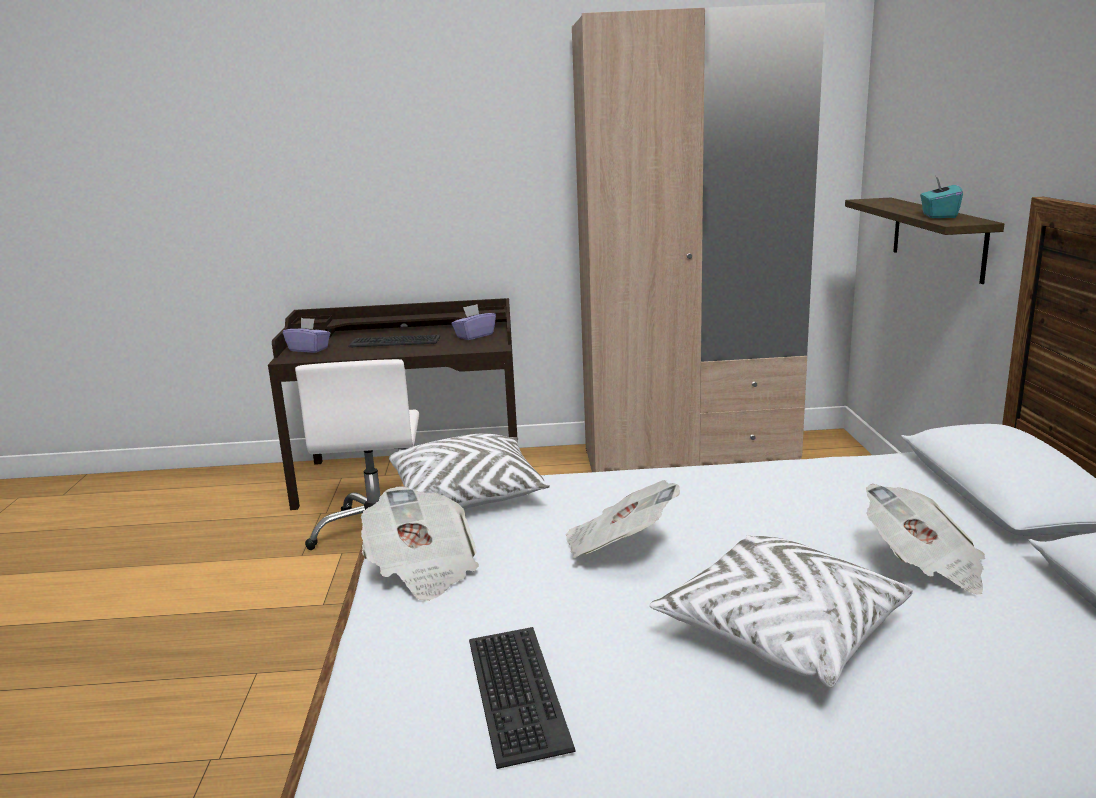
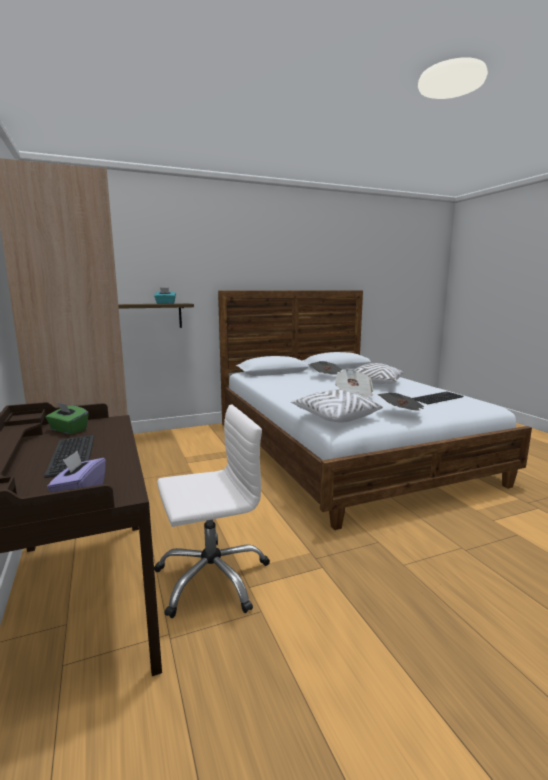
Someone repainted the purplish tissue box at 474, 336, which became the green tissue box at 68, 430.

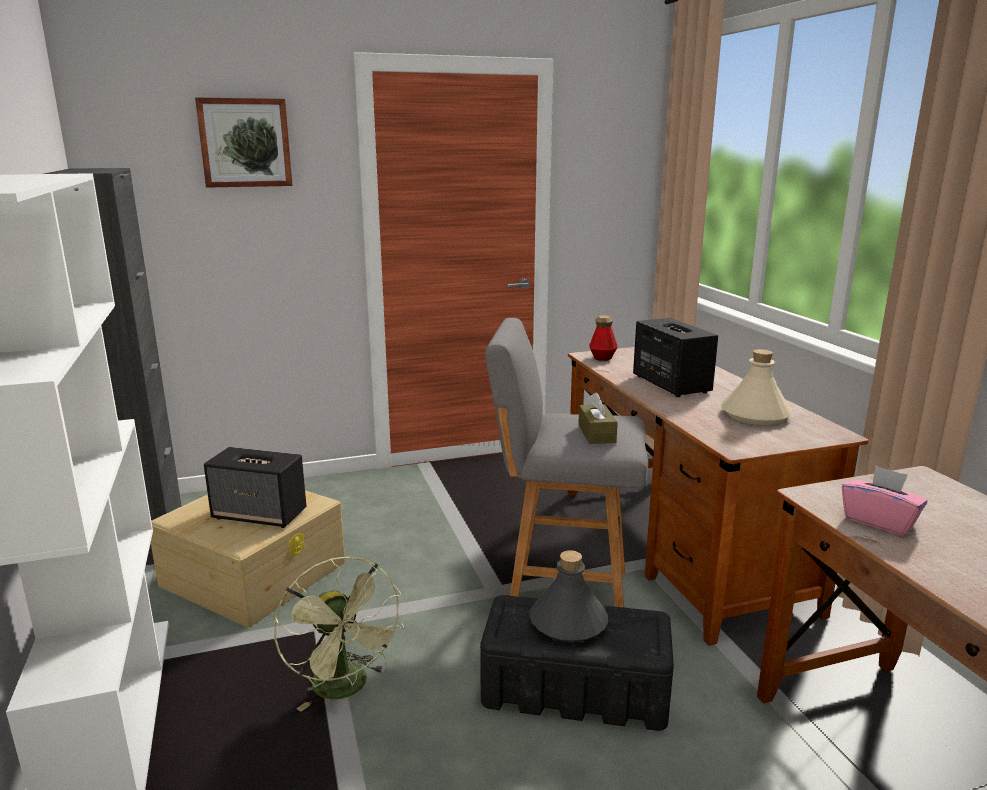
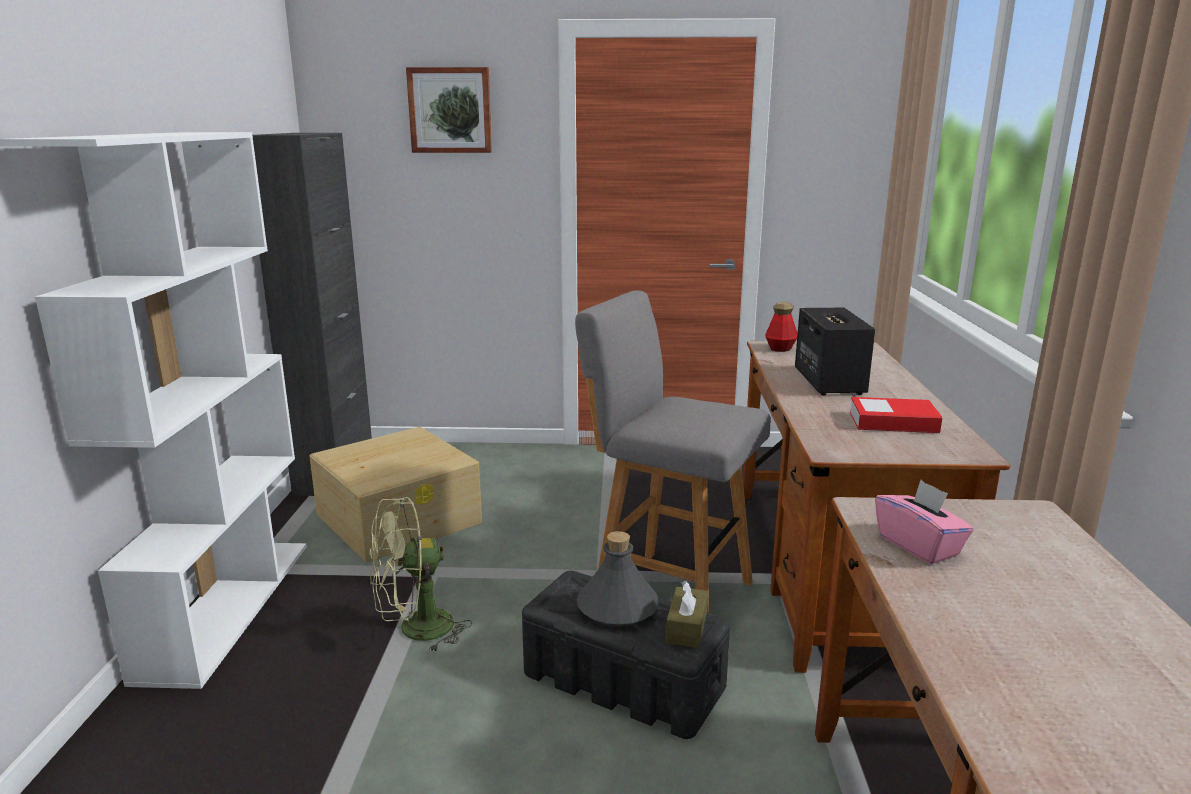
Someone took away the speaker at 260, 514.
Someone rotated the green fan at 346, 689 by 75 degrees clockwise.
Someone carried the brown tissue box from 596, 433 to 686, 627.
Someone swapped the beige beverage bottle at 754, 415 for the bound book at 893, 422.

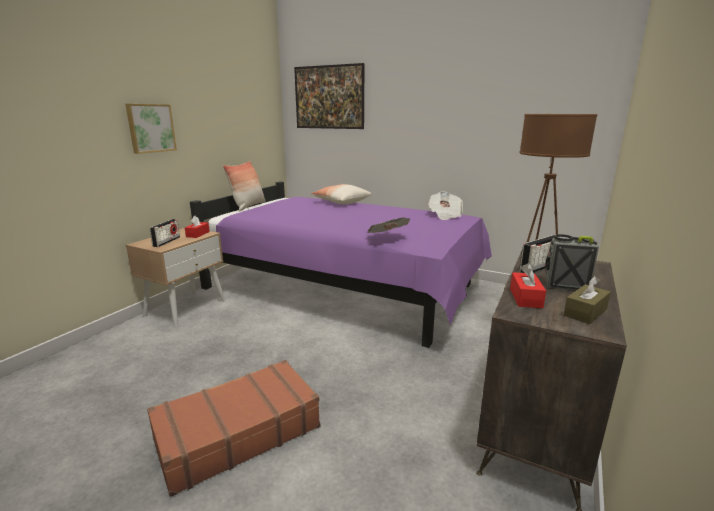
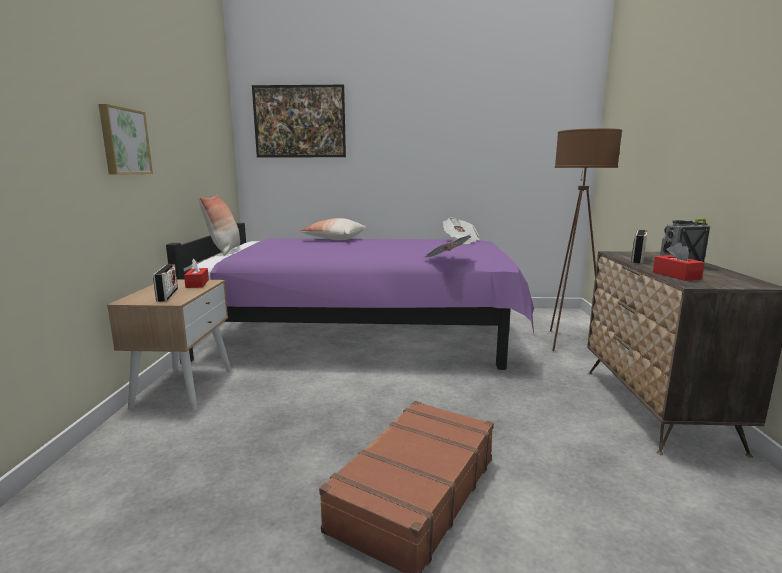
Someone took away the brown tissue box at 585, 312.

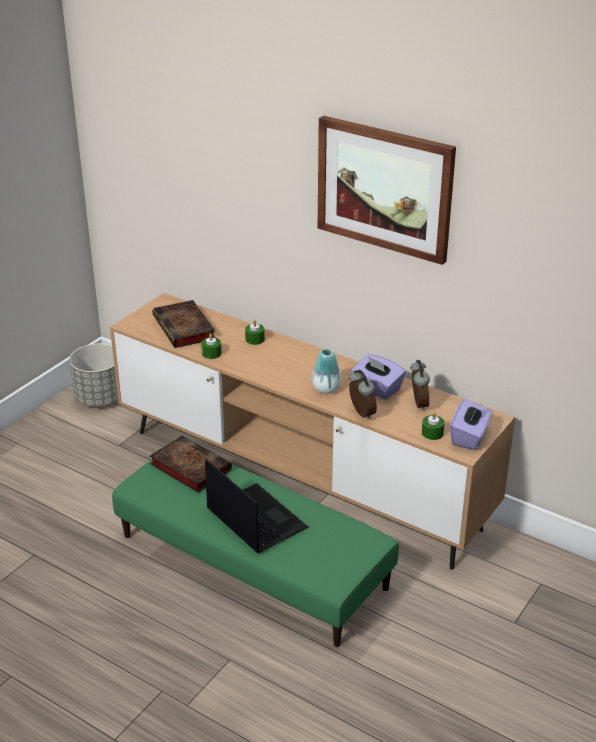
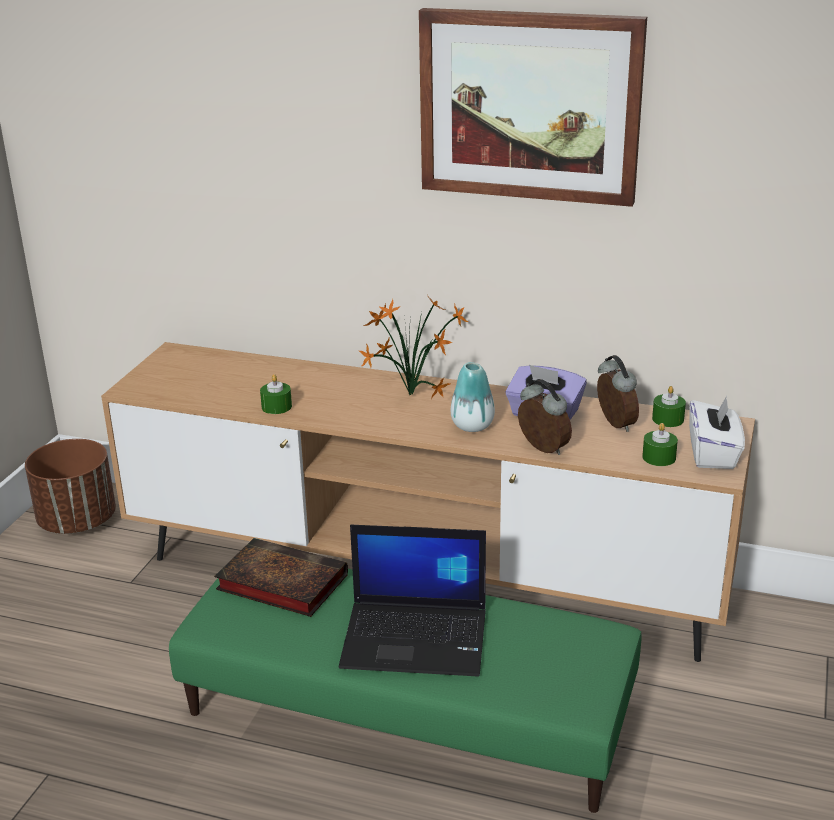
Someone repainted the greyish flower pot at 101, 398, which became the brown flower pot at 78, 521.
Someone took away the bound book at 185, 329.
Someone rotated the notebook computer at 254, 519 by 150 degrees clockwise.
Someone carried the green wax light from 255, 339 to 668, 419.
Someone repainted the purplish tissue box at 469, 437, which became the white-coloured tissue box at 713, 454.
Someone put down the plant in a pot at 409, 394.

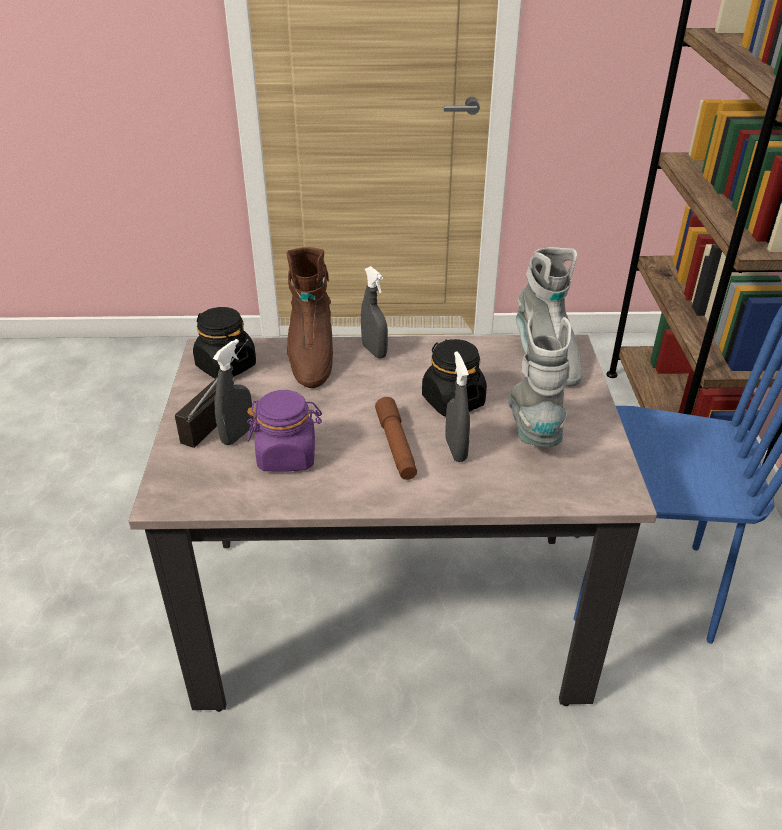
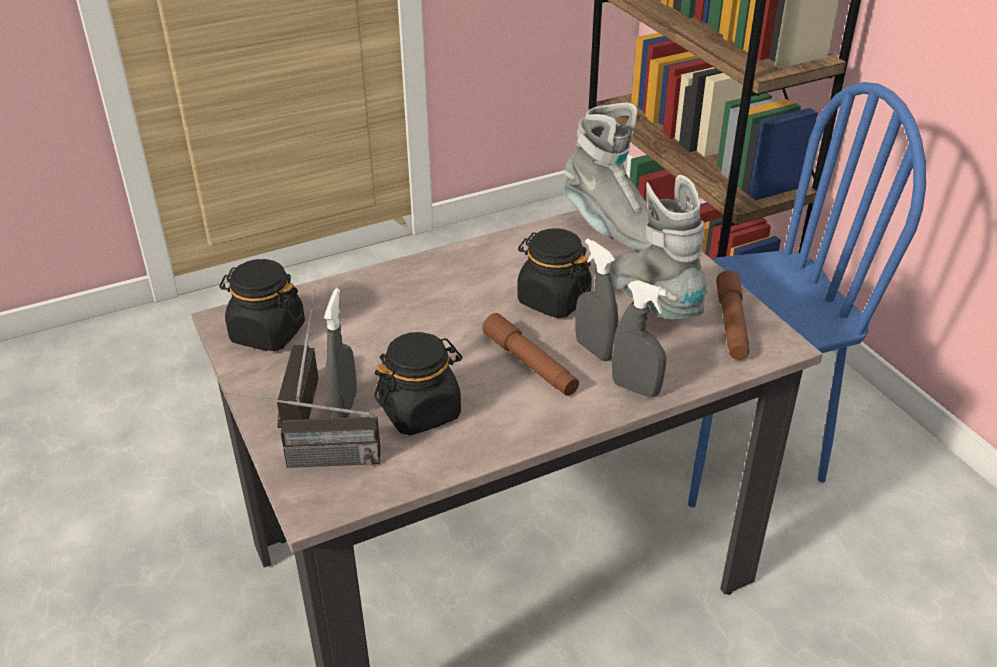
Someone repainted the purplish jar at 287, 456, which became the black jar at 420, 411.
Someone took away the brown high-top boot at 310, 357.
Someone carried the greyish hand sprayer from 374, 351 to 635, 388.
Someone put down the radio receiver at 308, 461.
Someone put down the brown torch at 731, 324.

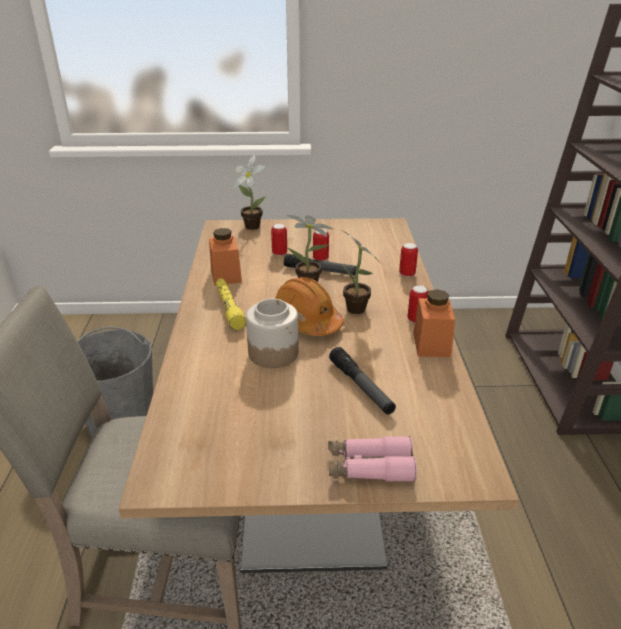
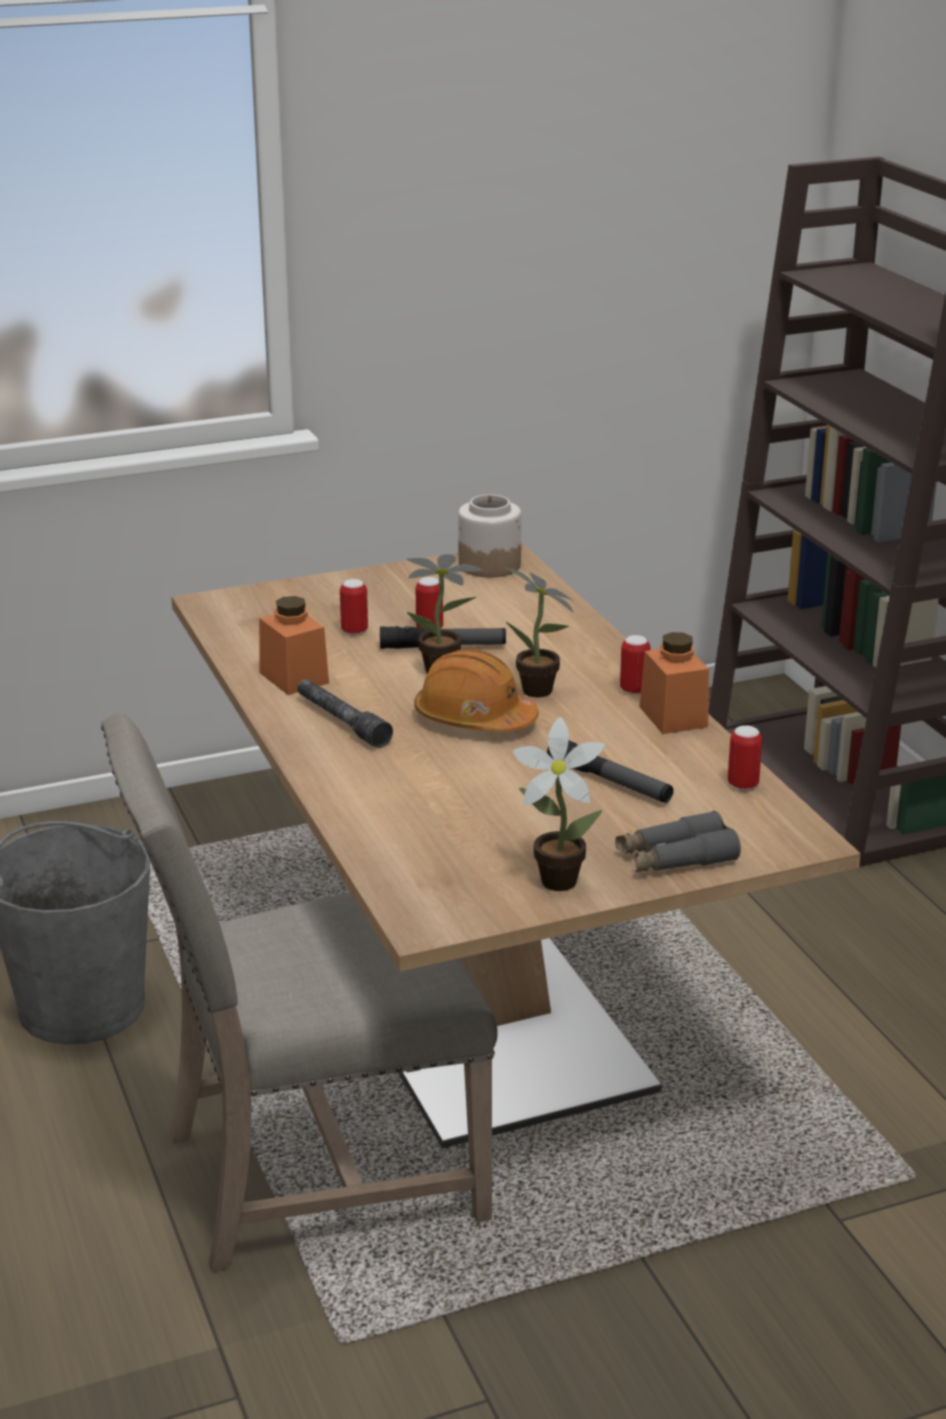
Someone repainted the yellow torch at 229, 308, which became the greyish torch at 342, 722.
Someone carried the plant in a pot from 251, 225 to 553, 879.
Someone carried the jar from 273, 353 to 489, 565.
Someone repainted the pink binoculars at 370, 467, which became the greyish binoculars at 675, 858.
Someone carried the metal can from 407, 274 to 742, 784.

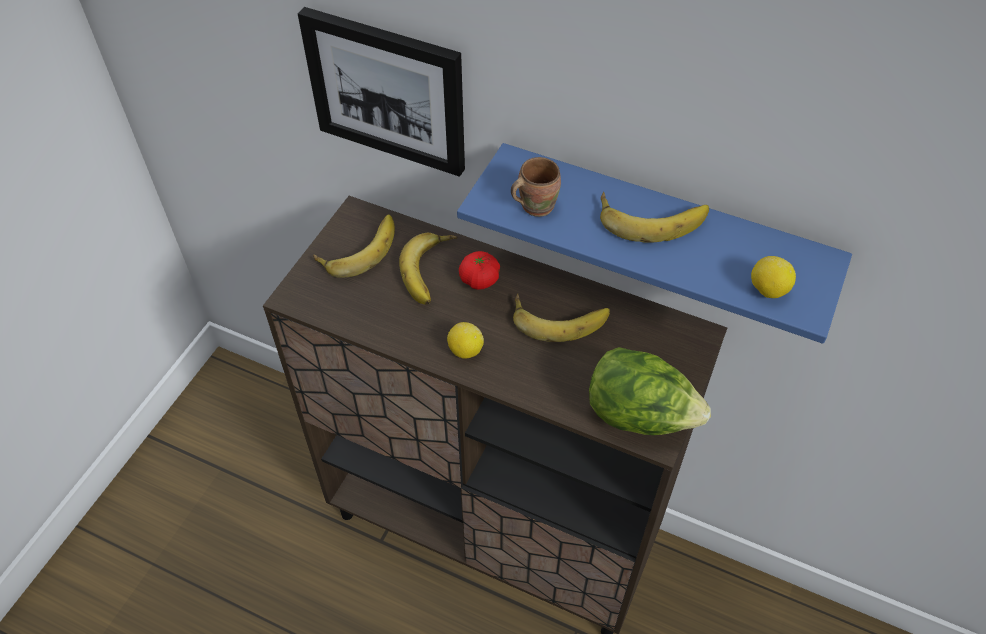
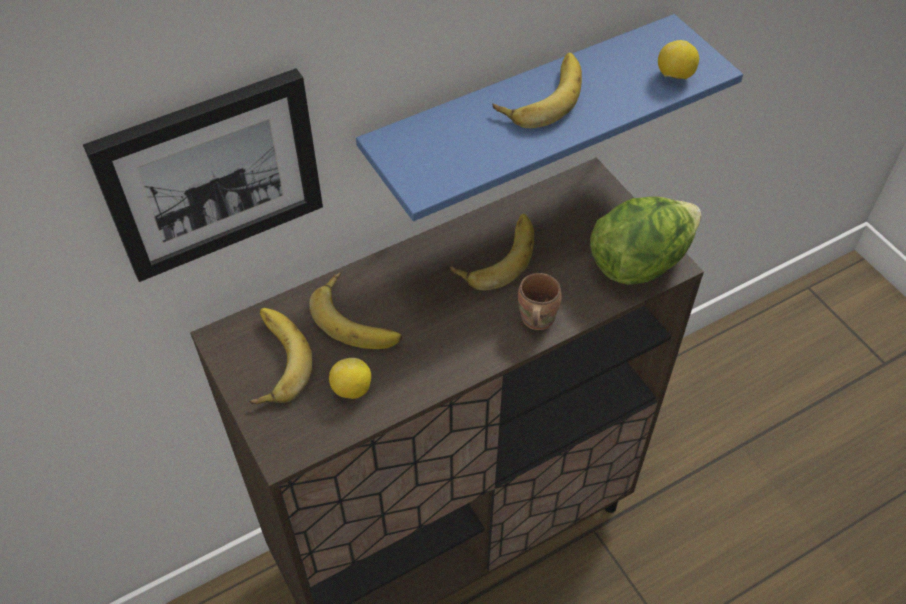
Someone carried the whole lemon from 465, 350 to 351, 389.
Someone took away the whole tomato at 479, 280.
Someone carried the brown mug from 534, 205 to 535, 319.

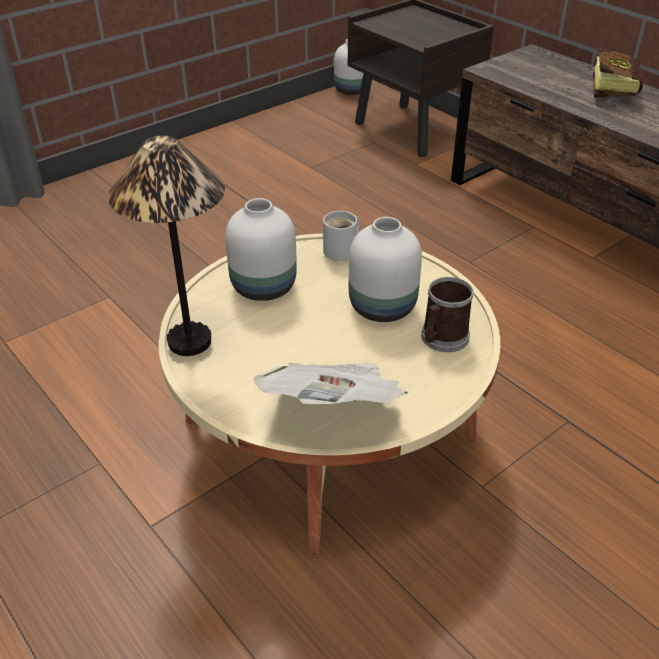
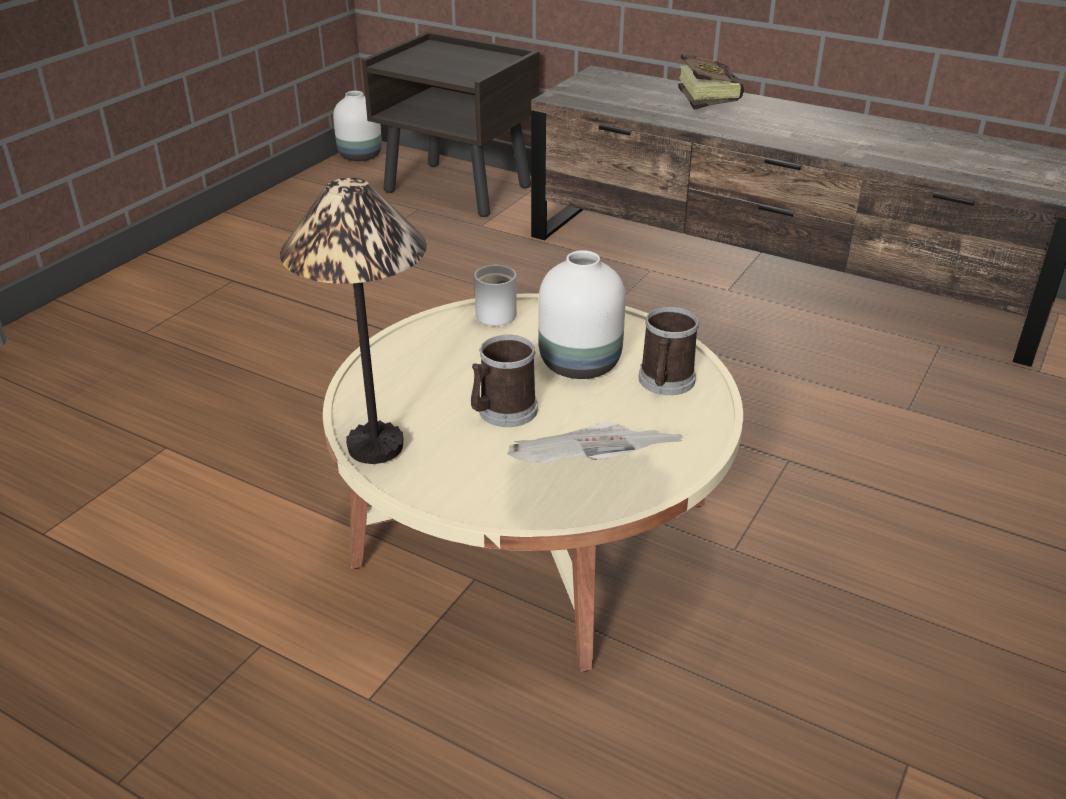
Someone took away the white-coloured vase at 263, 288.
Someone put down the mug at 502, 412.

